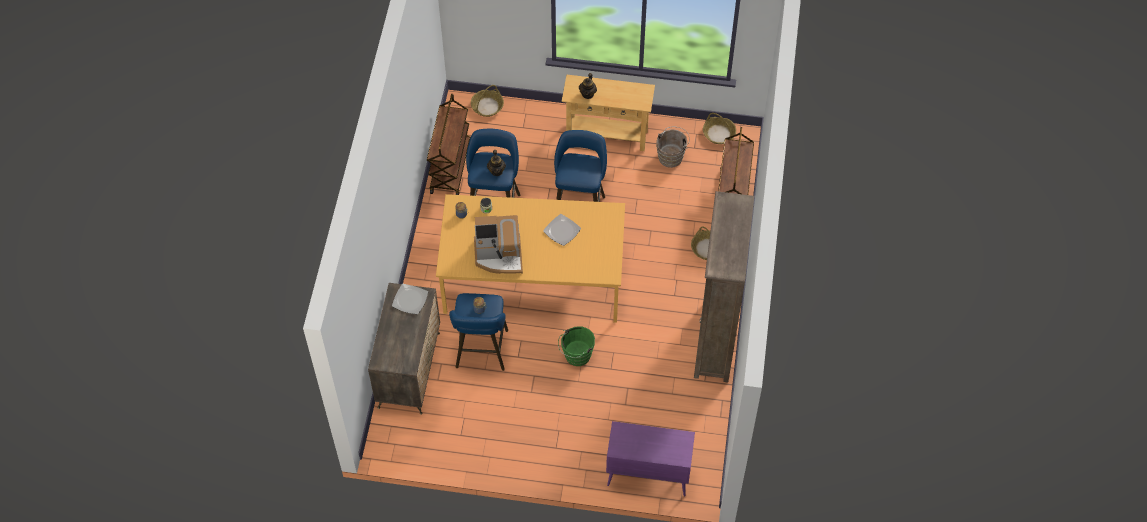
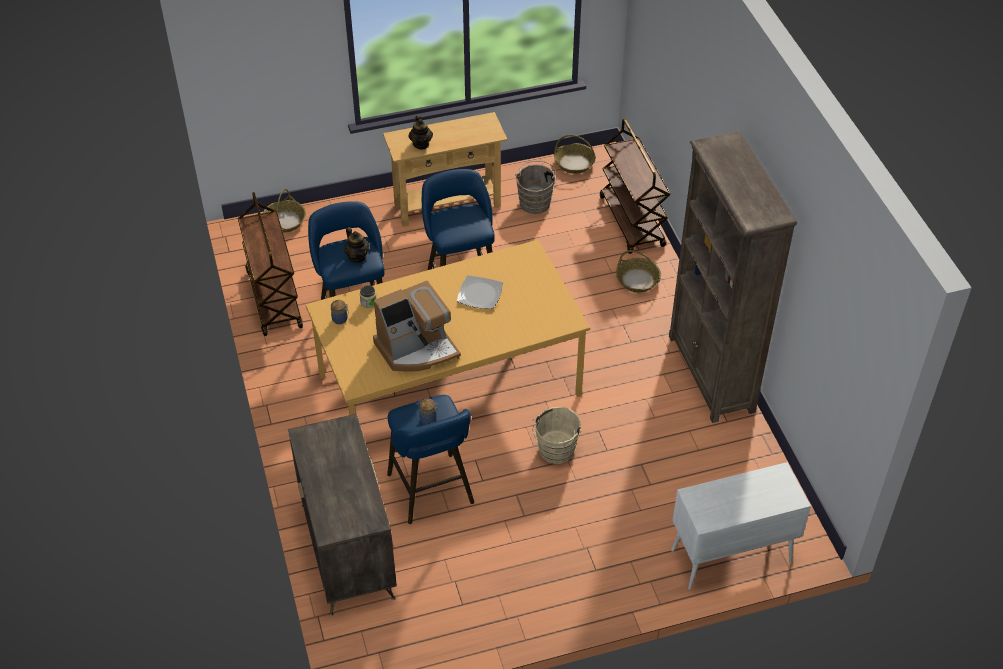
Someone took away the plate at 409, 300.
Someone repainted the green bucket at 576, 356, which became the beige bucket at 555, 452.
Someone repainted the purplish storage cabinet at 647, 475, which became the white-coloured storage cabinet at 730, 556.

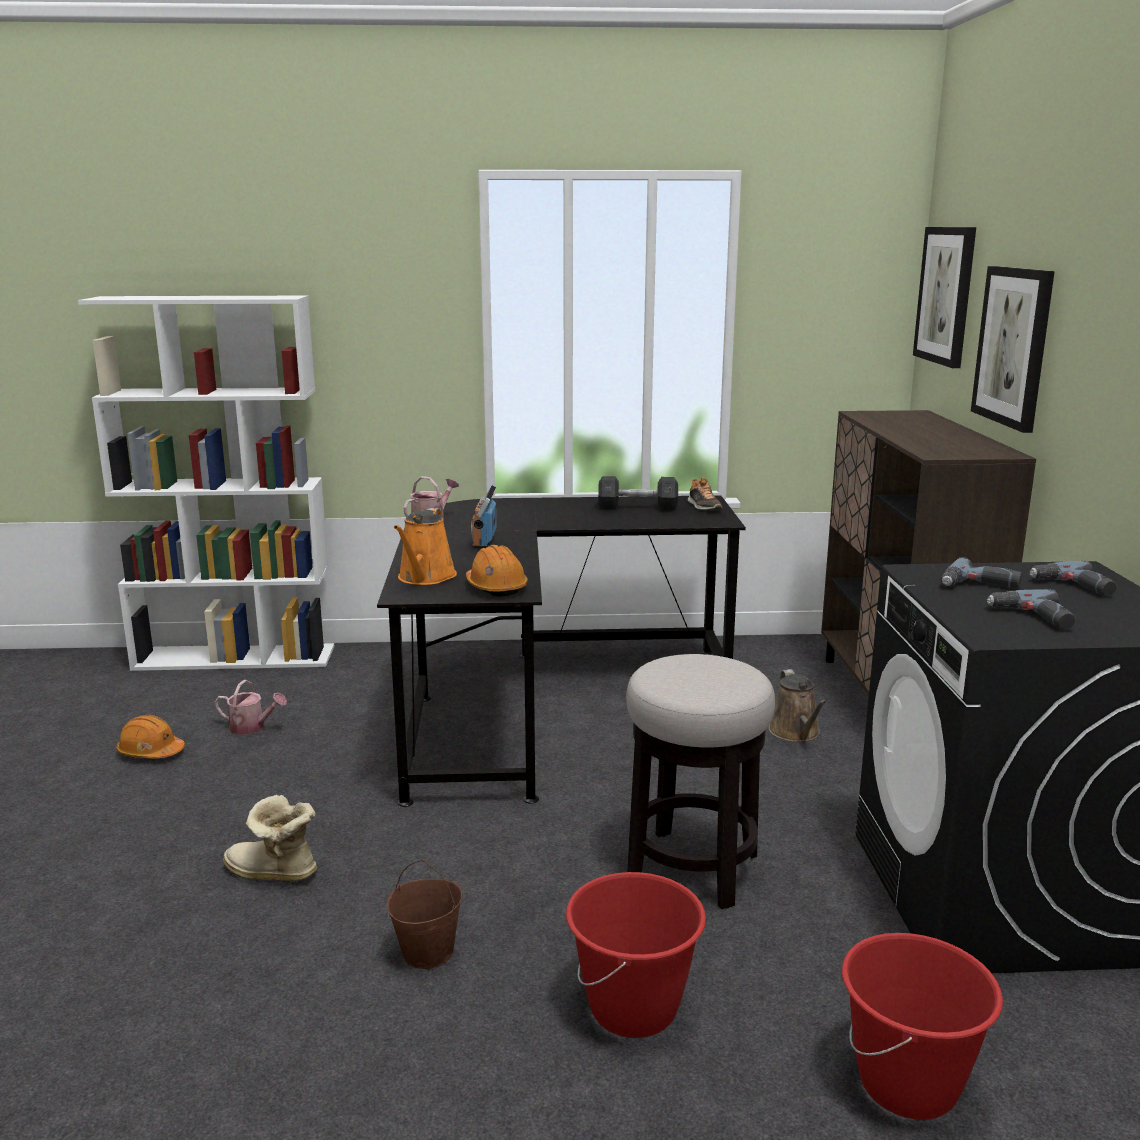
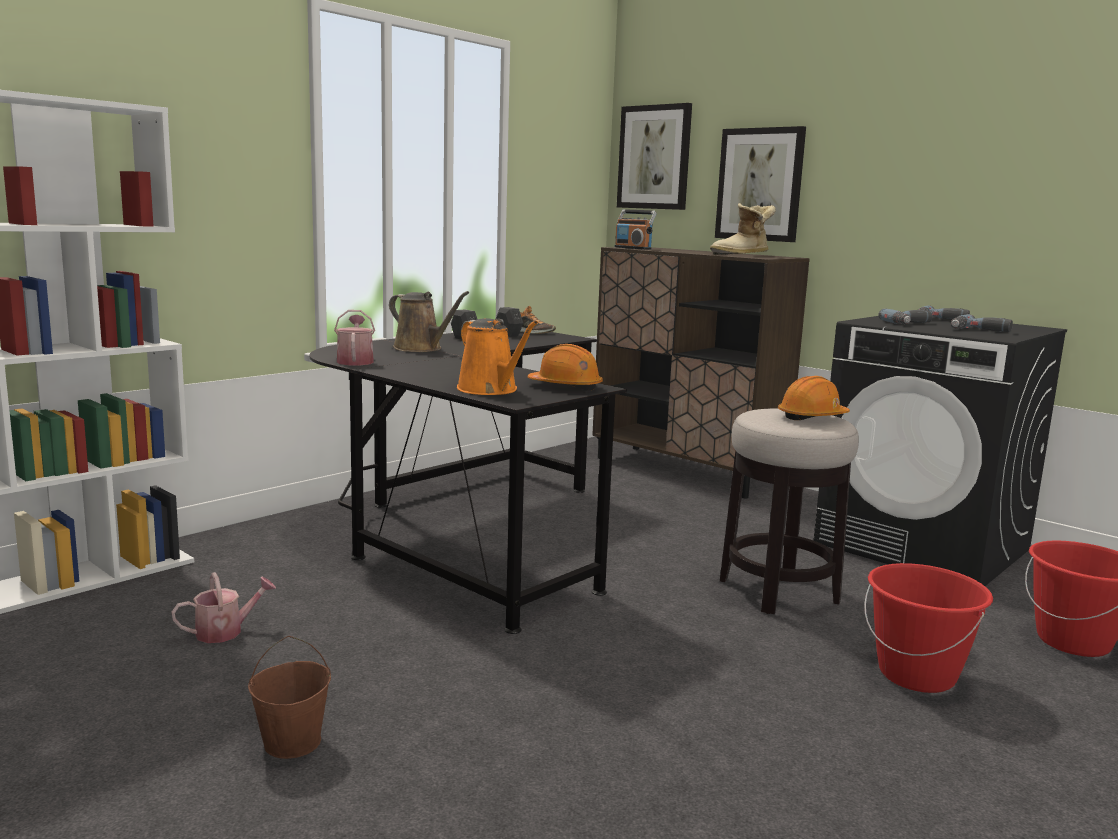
Someone carried the orange safety helmet from 150, 752 to 812, 417.
Someone carried the high-top boot from 272, 874 to 742, 255.
Someone carried the brown bucket from 428, 952 to 292, 742.
Someone carried the radio receiver from 484, 540 to 633, 248.
Someone carried the brown watering pot from 796, 733 to 421, 349.

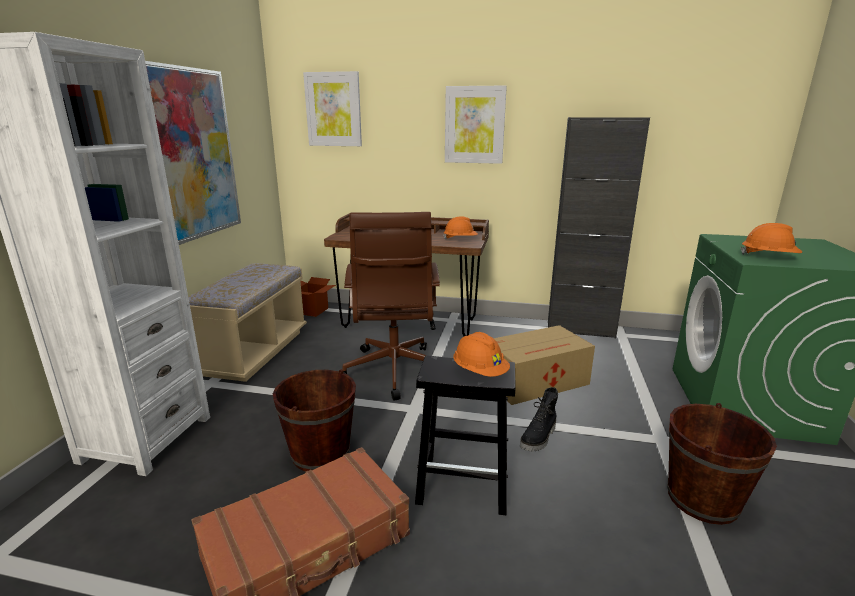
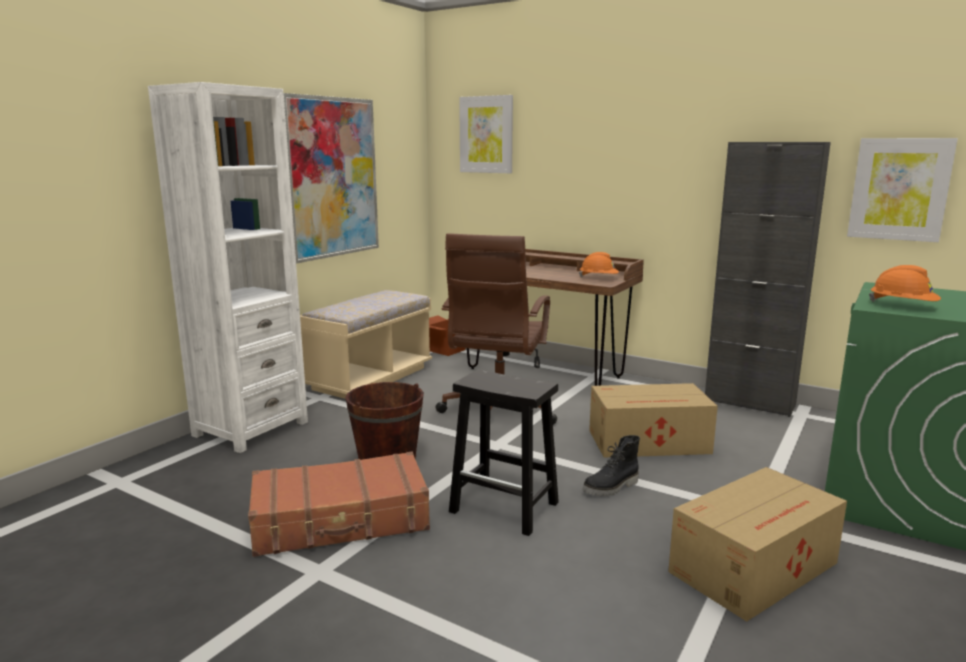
Someone carried the wall art from 474, 125 to 899, 189.
Someone took away the orange safety helmet at 480, 372.
Someone swapped the brown bucket at 702, 499 for the packing box at 756, 567.

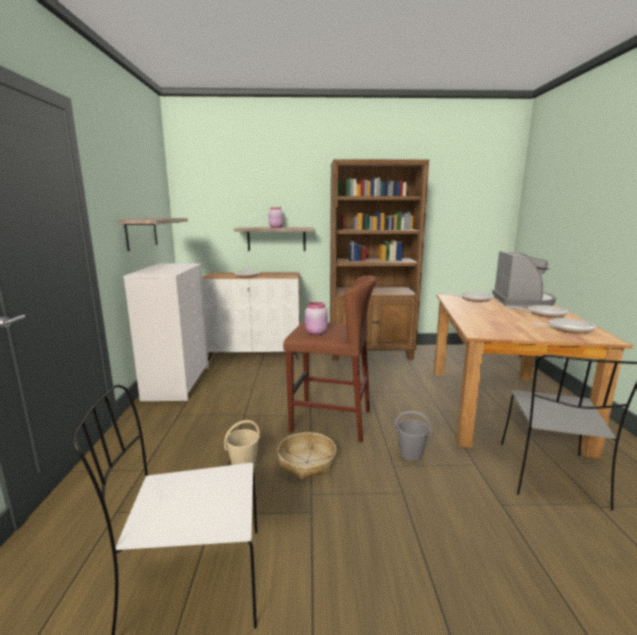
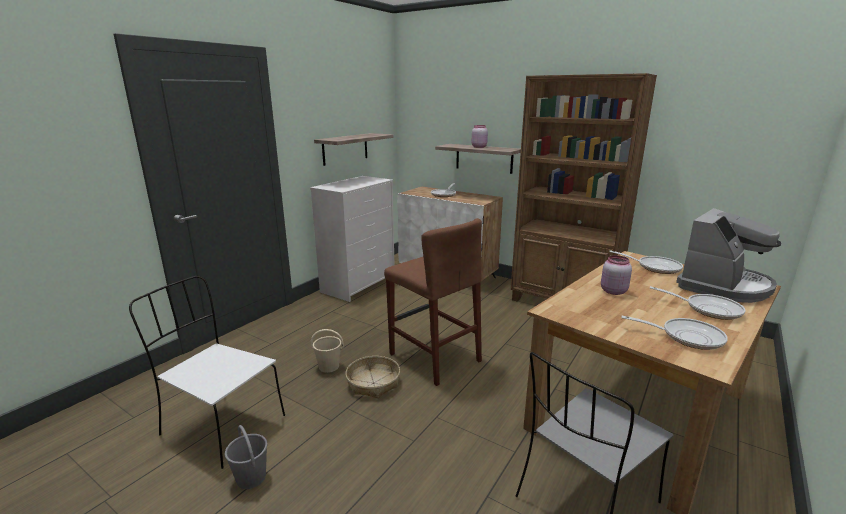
Someone carried the pink jar from 315, 333 to 612, 291.
Someone carried the greyish bucket from 410, 454 to 251, 477.

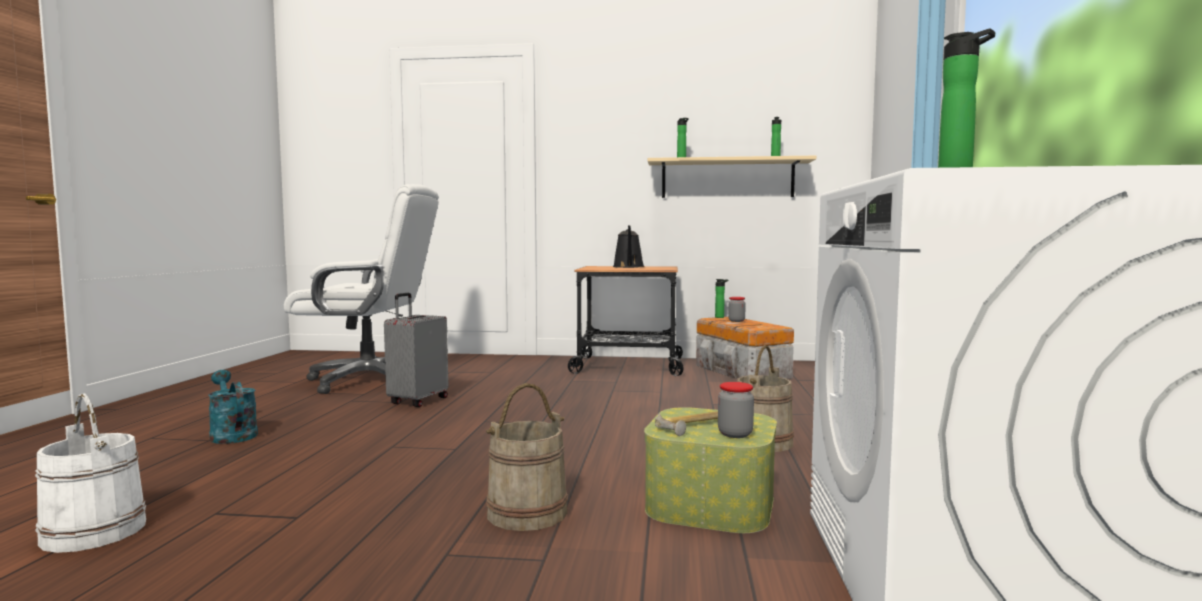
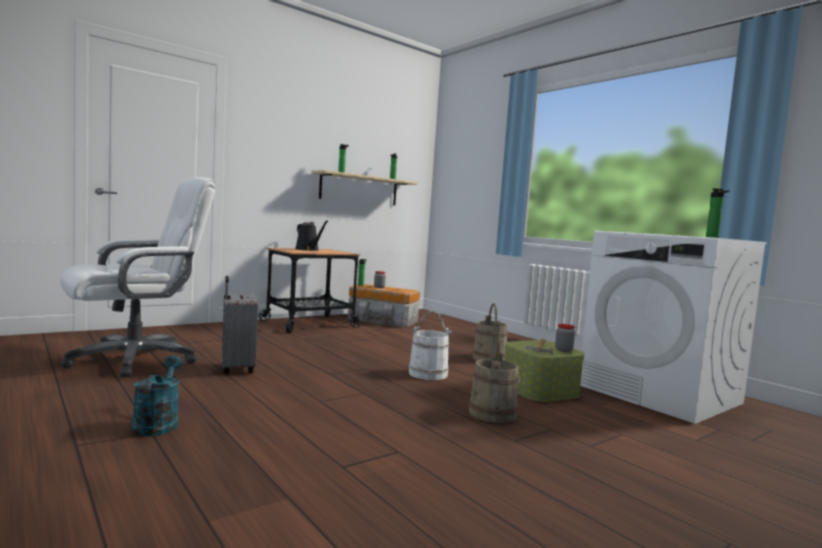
Someone carried the white-coloured bucket from 95, 531 to 428, 374.
Someone rotated the blue-green watering pot at 231, 434 by 75 degrees clockwise.

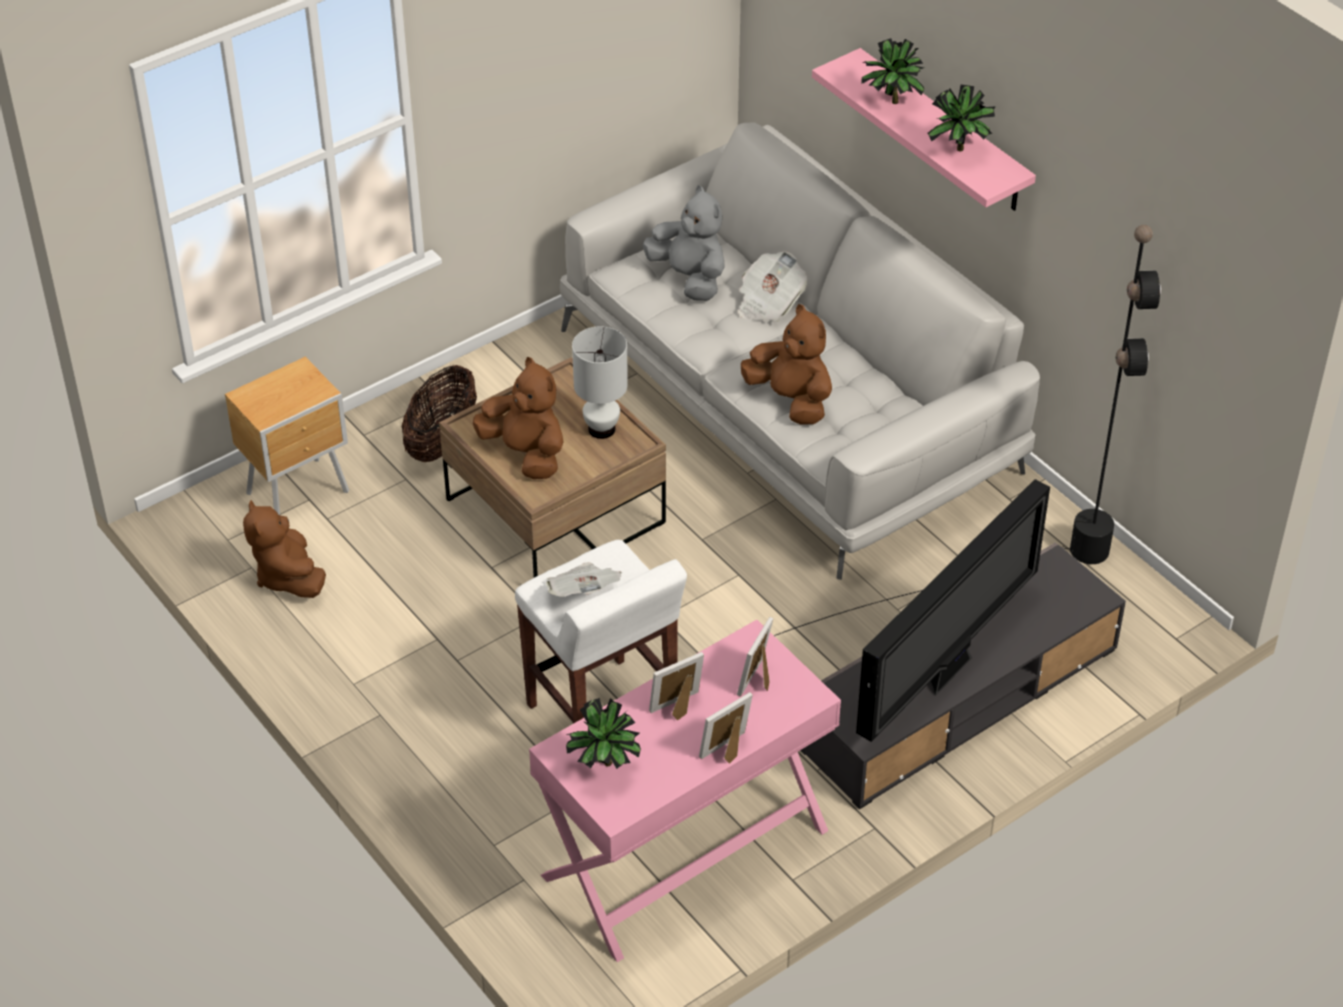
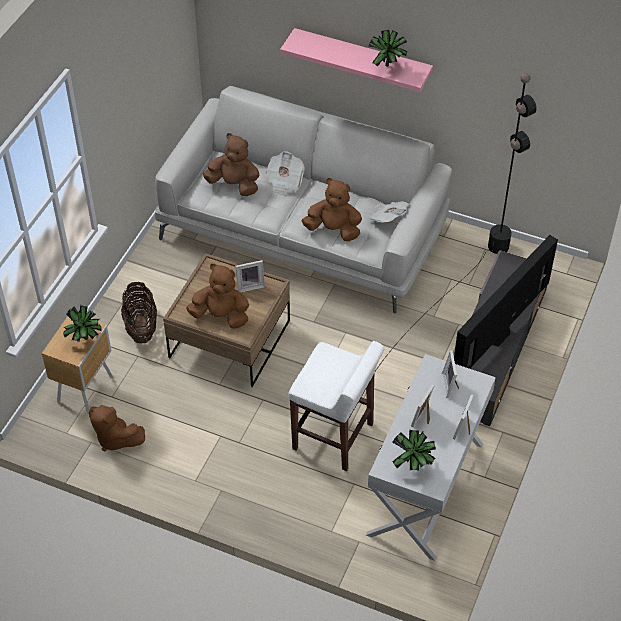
Someone repainted the pink console table at 686, 854, which became the white-coloured console table at 426, 489.
Someone carried the daily paper from 583, 594 to 387, 218.
Someone swapped the white-coloured table lamp at 602, 429 for the standing frame at 250, 285.
Someone repainted the greyish plush toy at 689, 278, which became the brown plush toy at 234, 185.
Someone rotated the TV set at 949, 669 by 150 degrees counterclockwise.
Someone carried the plant in a pot from 891, 104 to 85, 340.

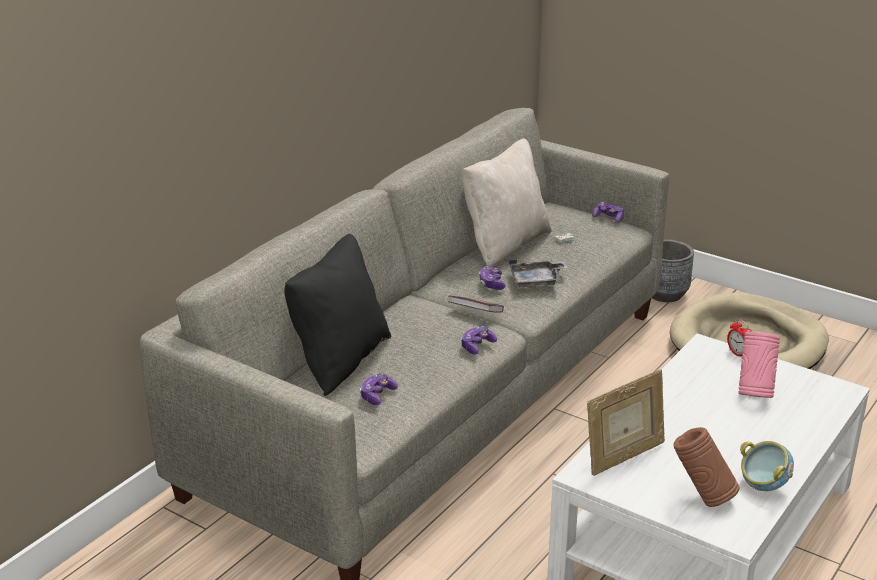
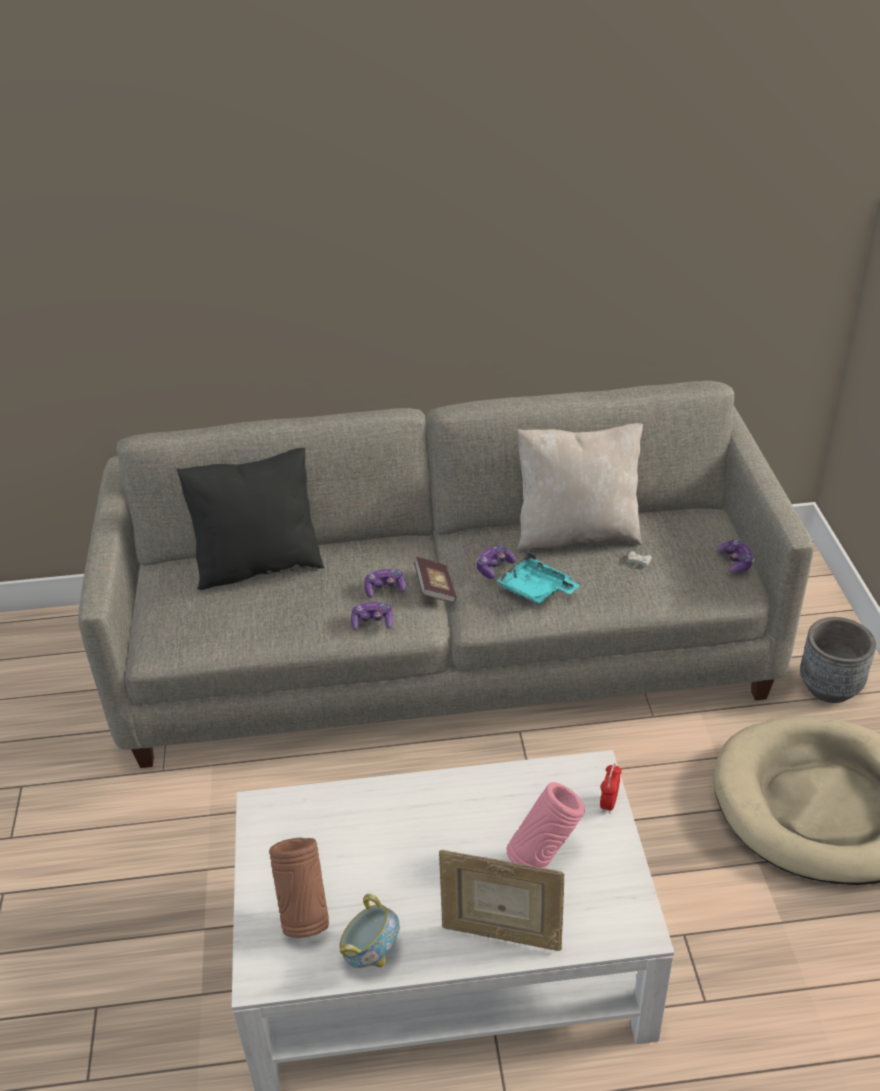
Someone carried the joypad from 377, 395 to 385, 589.
Someone repainted the greyish carrying tray at 537, 281, which became the blue-green carrying tray at 536, 590.
Someone carried the standing frame from 624, 457 to 500, 933.

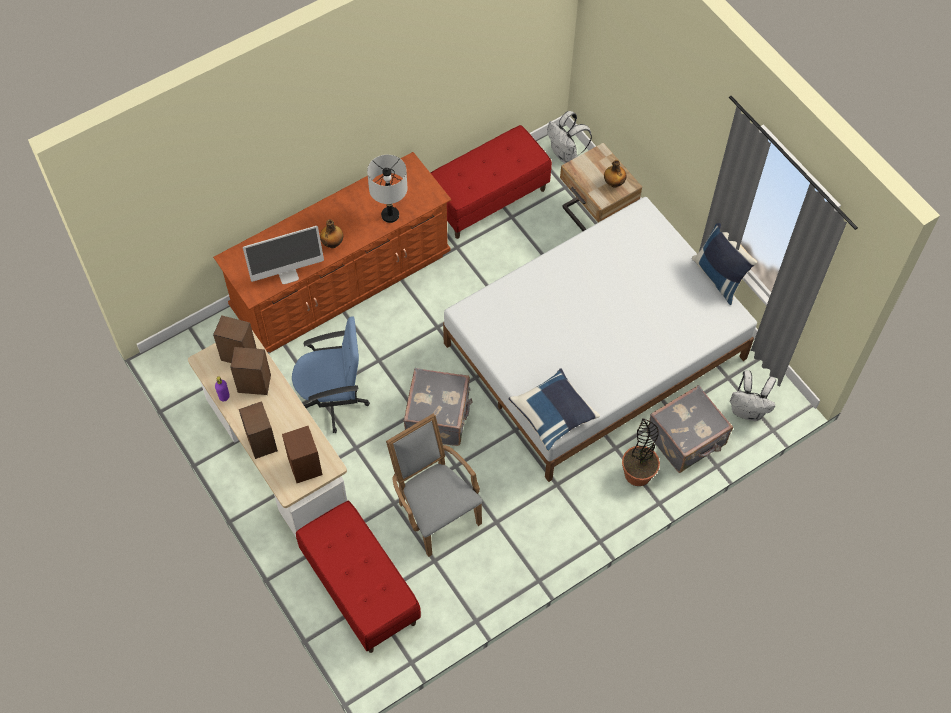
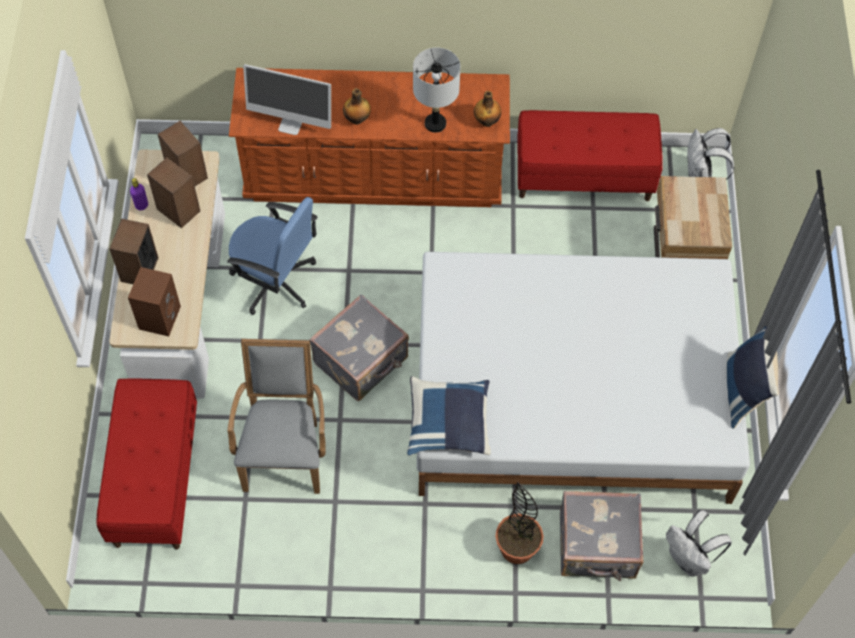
Someone carried the beverage bottle from 614, 183 to 487, 121.

